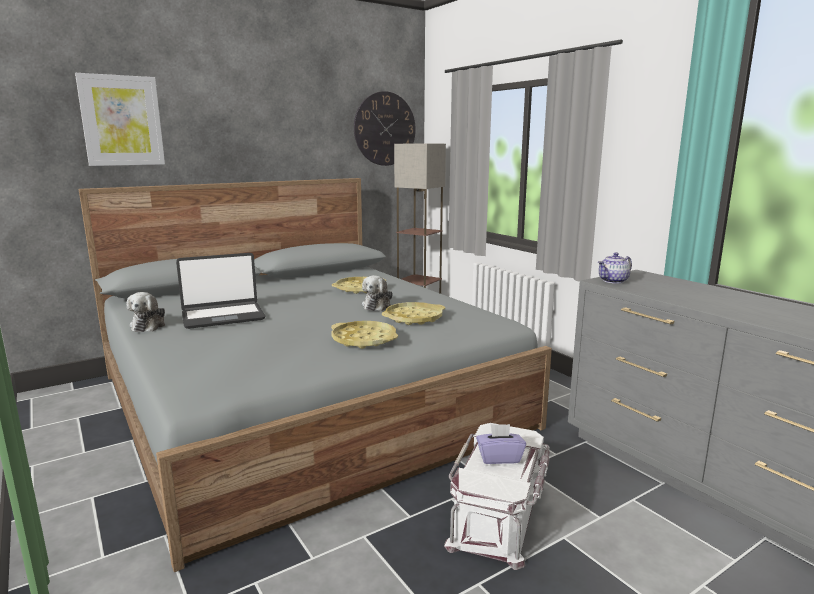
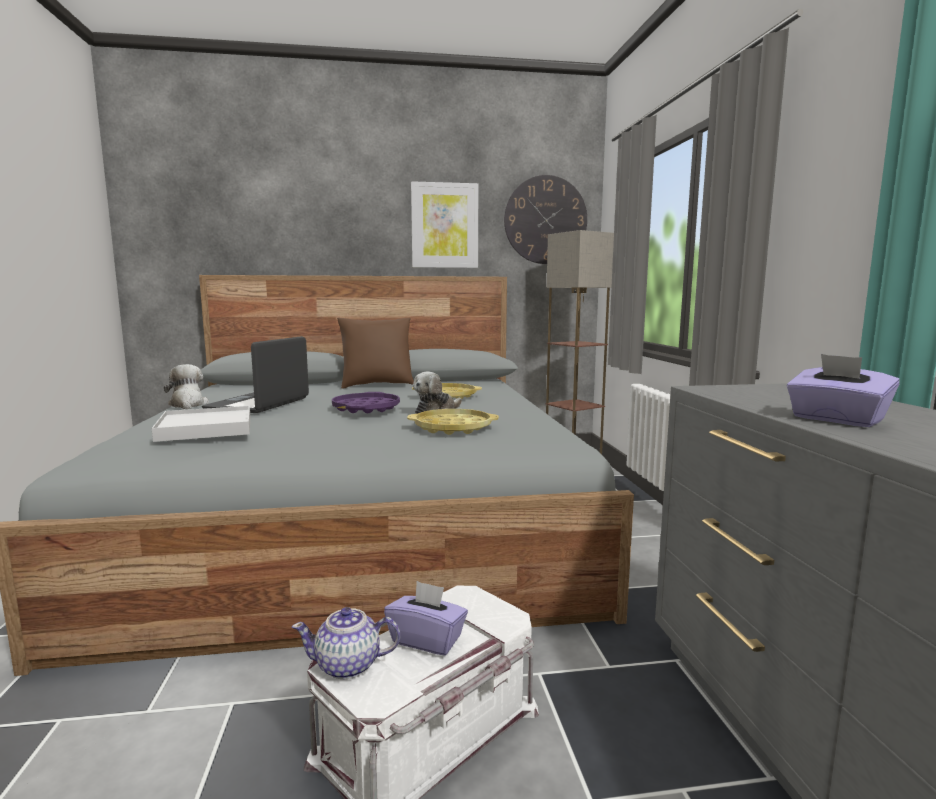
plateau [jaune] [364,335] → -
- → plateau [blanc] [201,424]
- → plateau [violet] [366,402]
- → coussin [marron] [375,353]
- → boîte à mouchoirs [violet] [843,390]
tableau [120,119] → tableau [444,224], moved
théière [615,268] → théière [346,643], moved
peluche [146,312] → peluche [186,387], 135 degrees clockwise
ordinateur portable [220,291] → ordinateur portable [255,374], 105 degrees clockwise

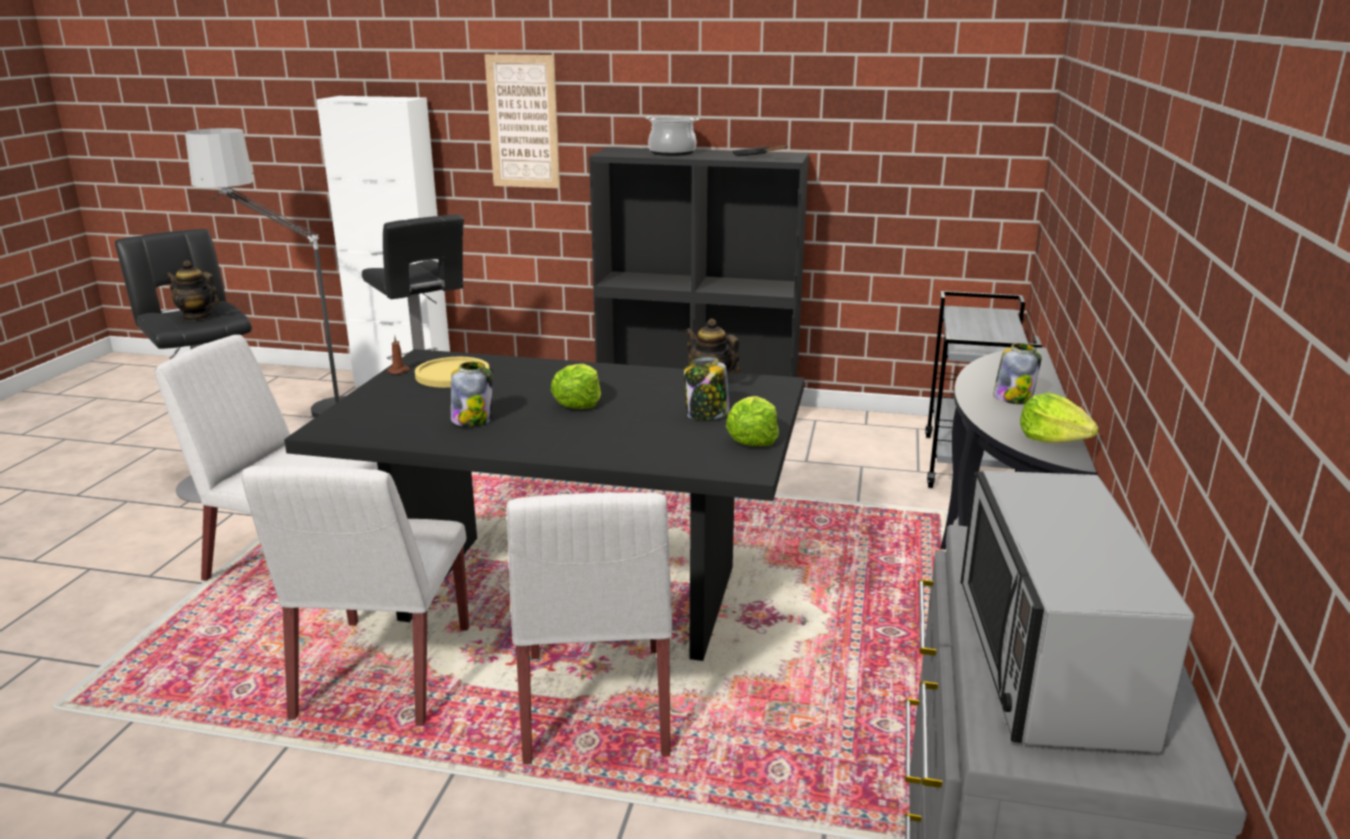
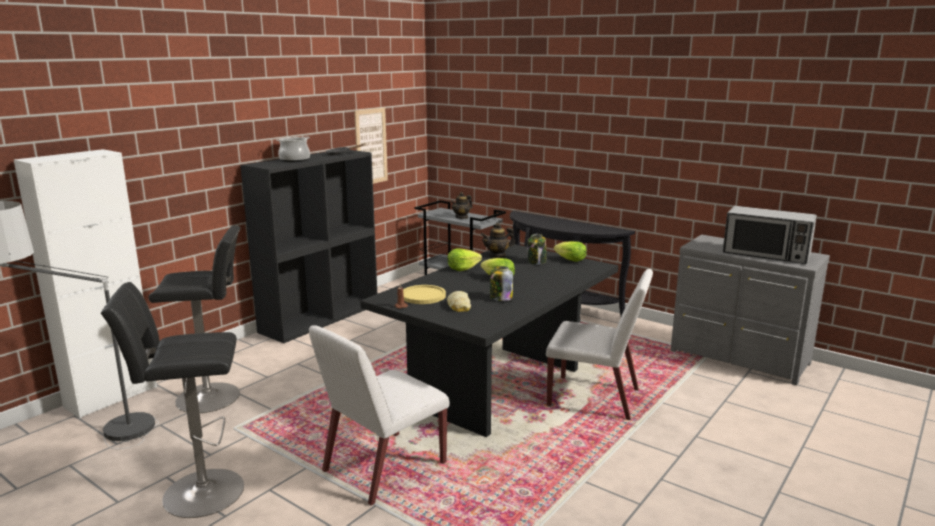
chaise [blanc] [355,595] → -
bocal [1017,373] → -
- → pain [459,301]
théière [192,290] → théière [462,205], moved
tableau [522,121] → tableau [371,146], moved
laitue [1059,417] → laitue [464,260], moved

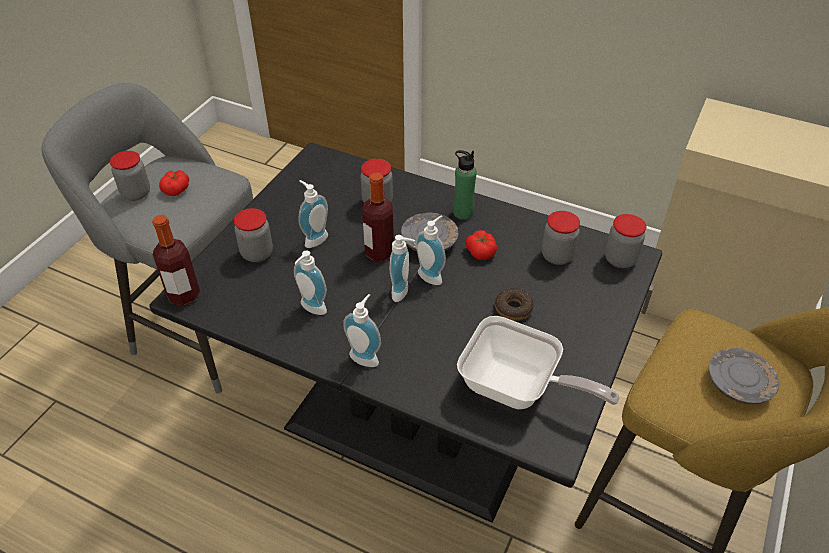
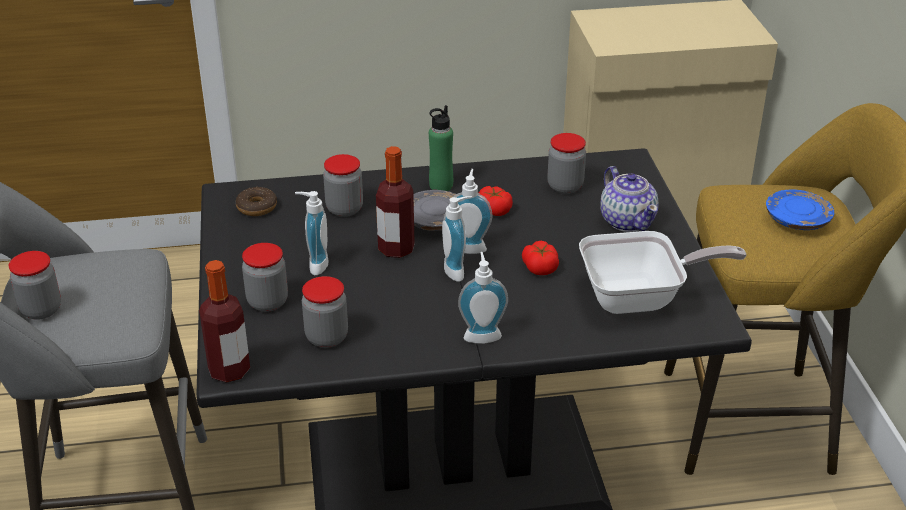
distributeur de savon [310,283] → -
- → théière [629,199]
tomate [174,183] → tomate [540,258], moved
beignet [514,304] → beignet [256,201], moved
bocal [625,241] → bocal [325,312], moved
assiette [gris] [744,376] → assiette [bleu] [800,210]

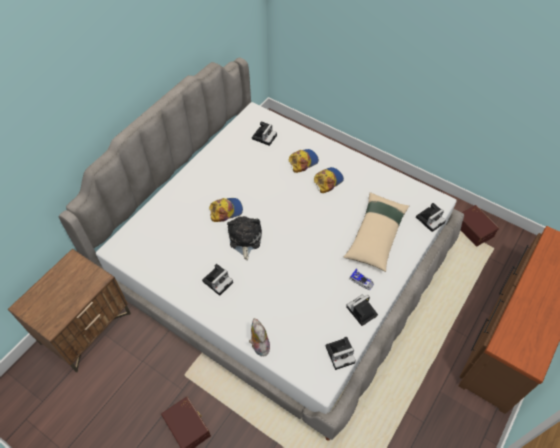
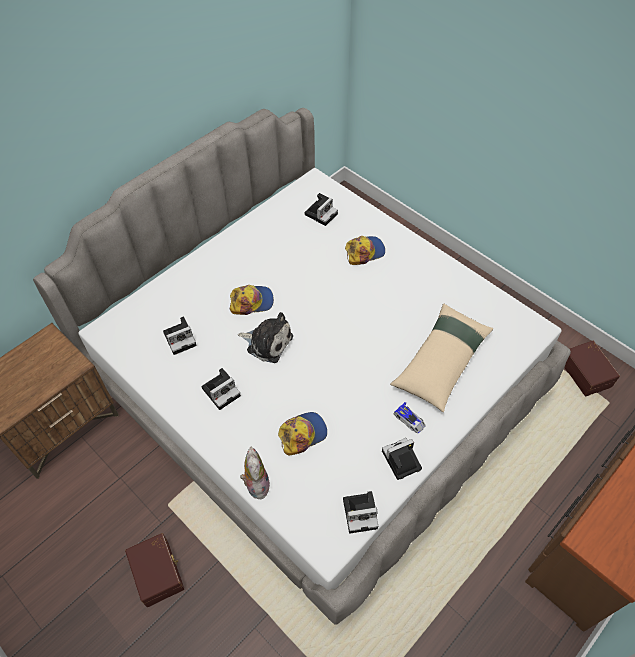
casquette [329,180] → casquette [302,433], moved
appareil photo [431,217] → appareil photo [180,335], moved
peluche [244,238] → peluche [265,337], 105 degrees clockwise

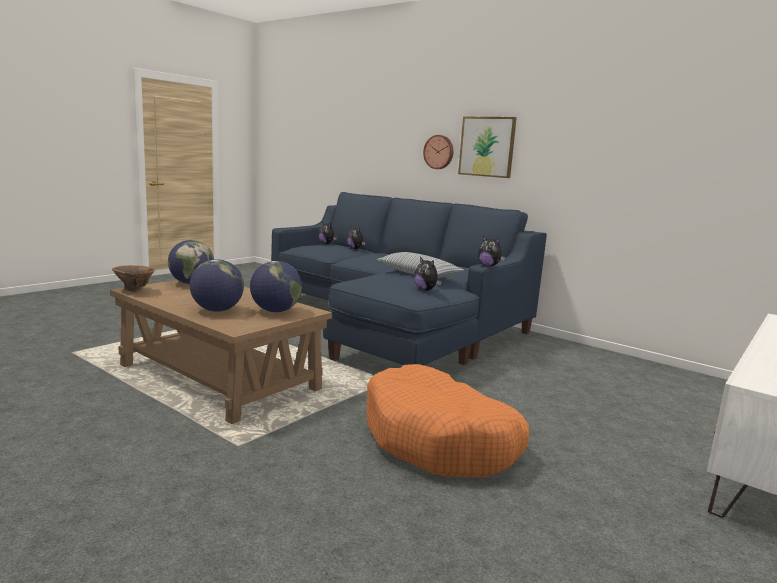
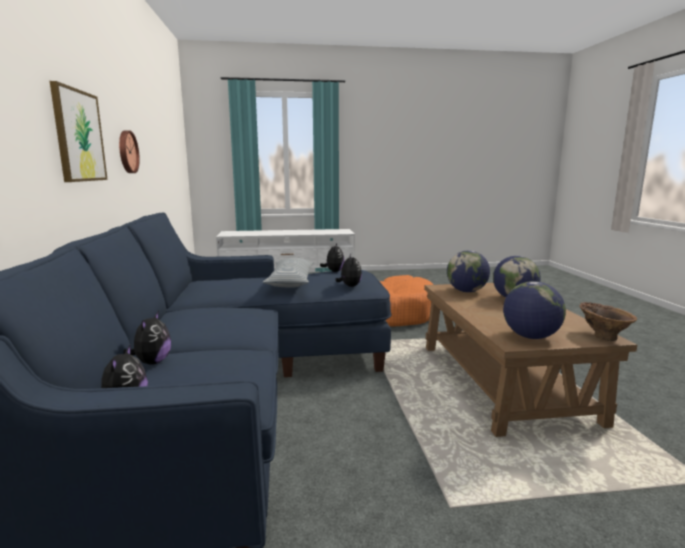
horloge murale [438,152] → horloge murale [129,151], moved
peluche [491,251] → peluche [348,270], moved

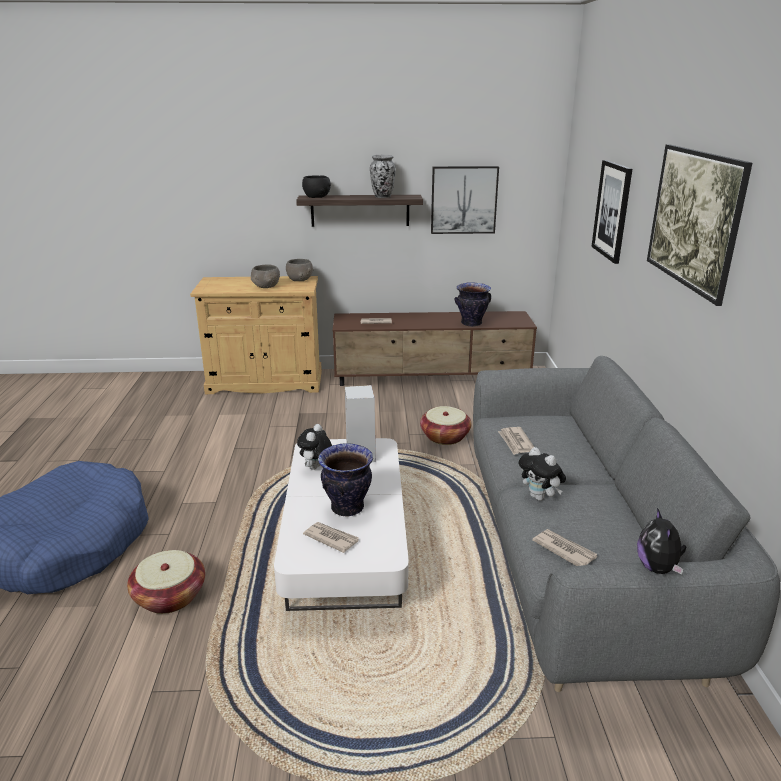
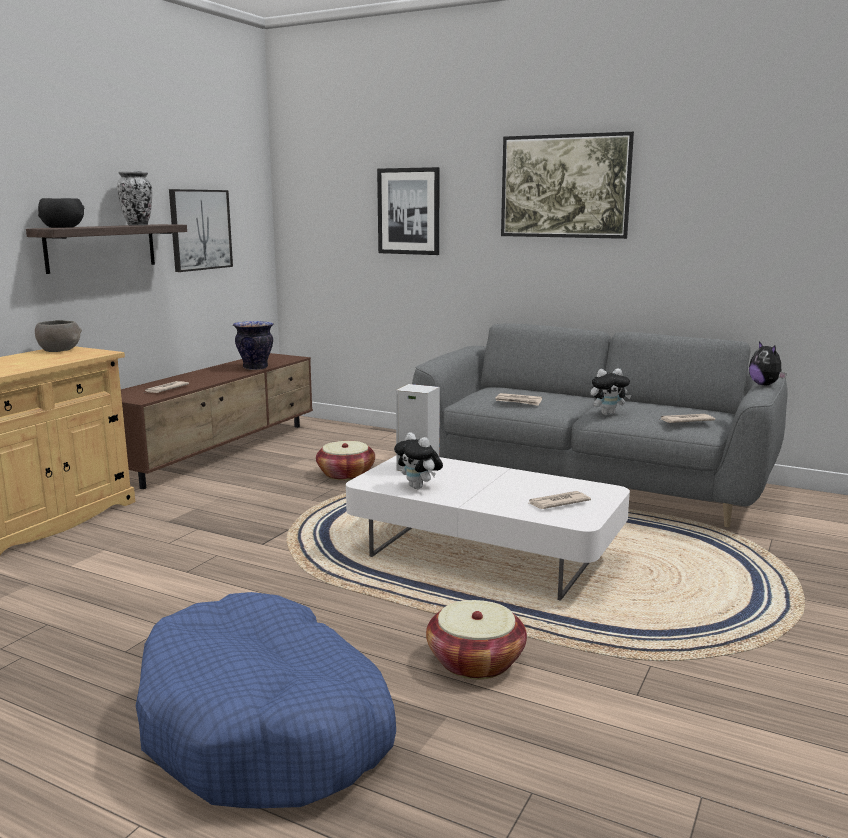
bol [gris] [265,276] → -
vase [345,479] → -
peluche [661,541] → peluche [768,363], 45 degrees clockwise

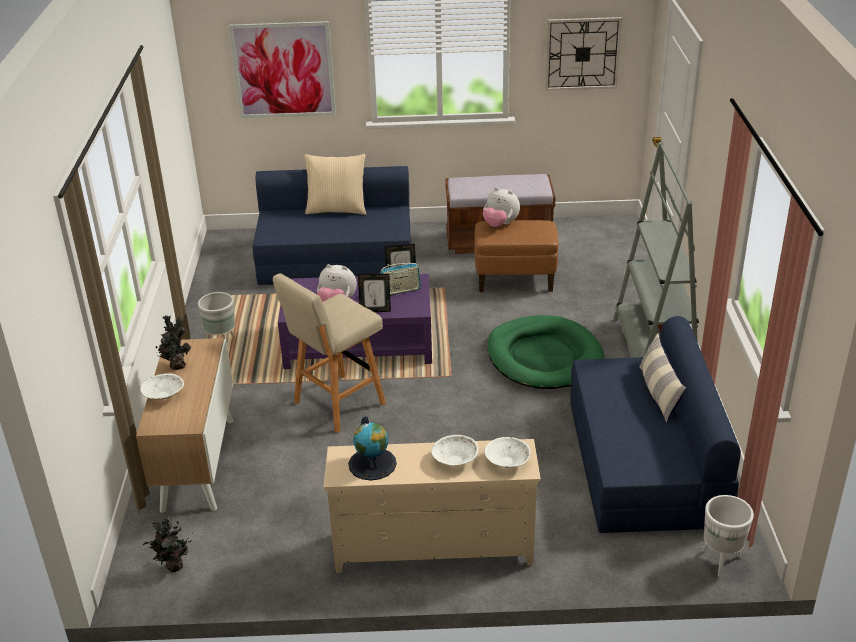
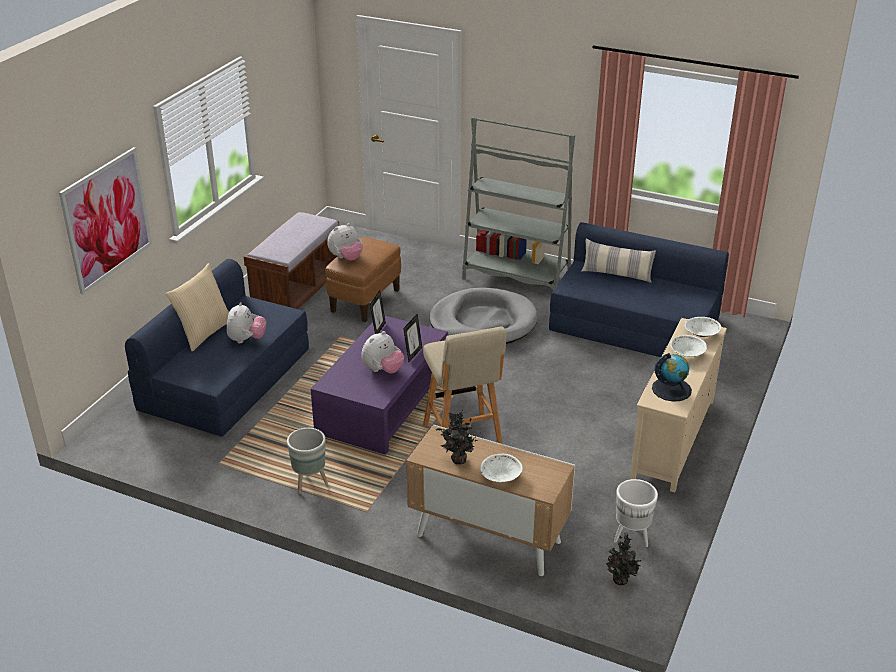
radio [401,279] → -
horloge murale [583,54] → -
- → peluche [246,322]
cache-pot [blanc] [728,536] → cache-pot [blanc] [636,513], moved
panier pour chien [vert] [545,352] → panier pour chien [gris] [483,315]

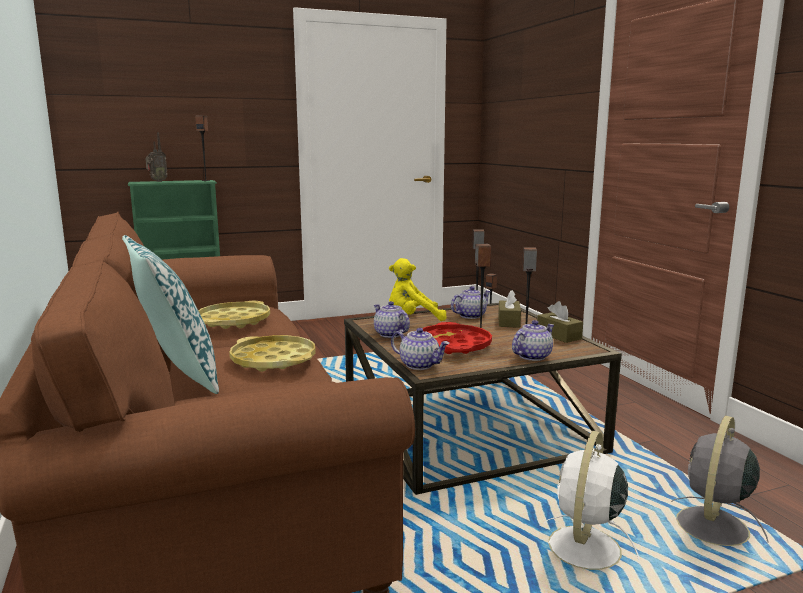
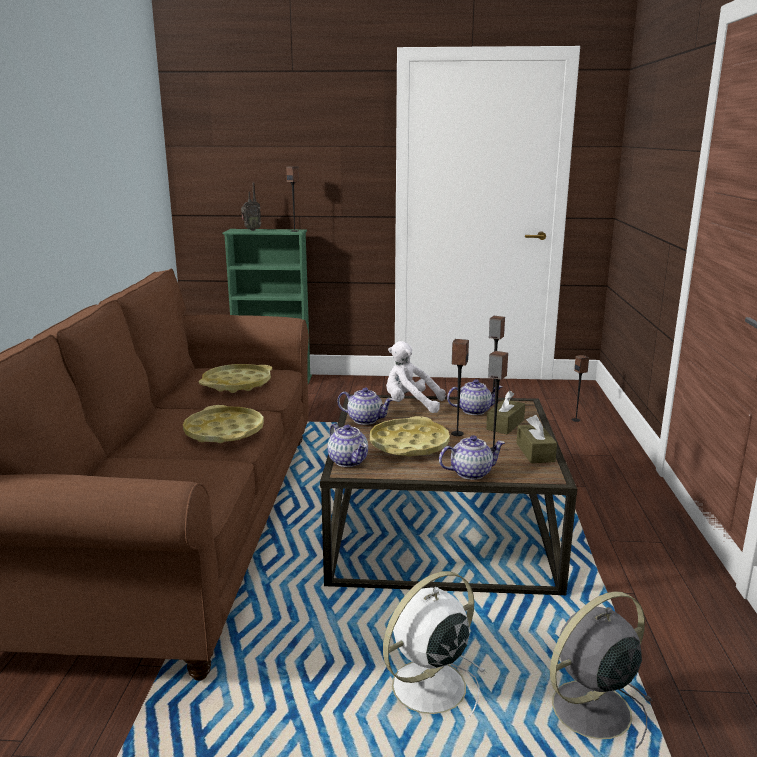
coussin [170,314] → -
peluche [jaune] [418,289] → peluche [blanc] [416,377]
plateau [rouge] [457,338] → plateau [jaune] [410,436]
théière [392,319] → théière [365,406], 120 degrees clockwise

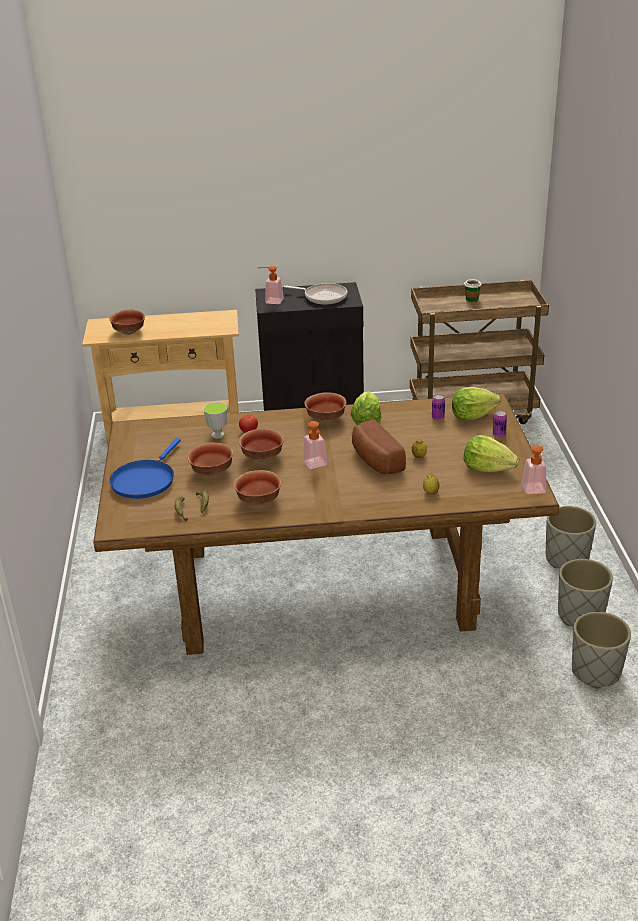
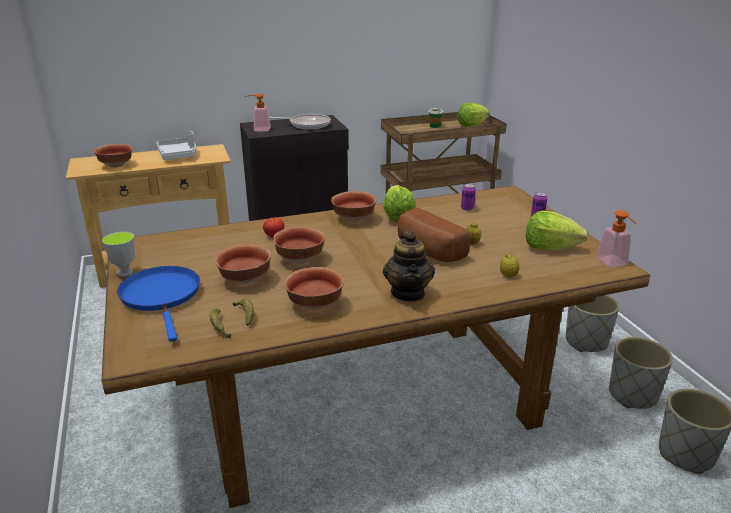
distributeur de savon [315,445] → -
- → plateau [gris] [176,145]
- → théière [409,266]
tasse [215,420] → tasse [118,254], moved
laitue [476,404] → laitue [473,115], moved
poêle [bleu] [145,468] → poêle [bleu] [158,304], 150 degrees clockwise

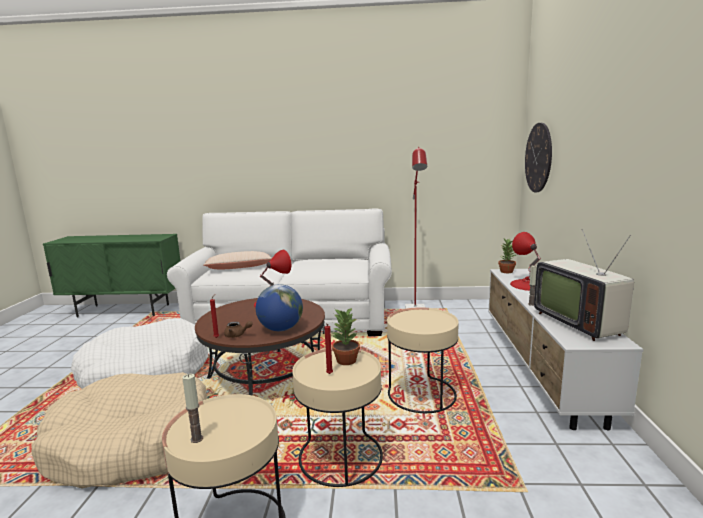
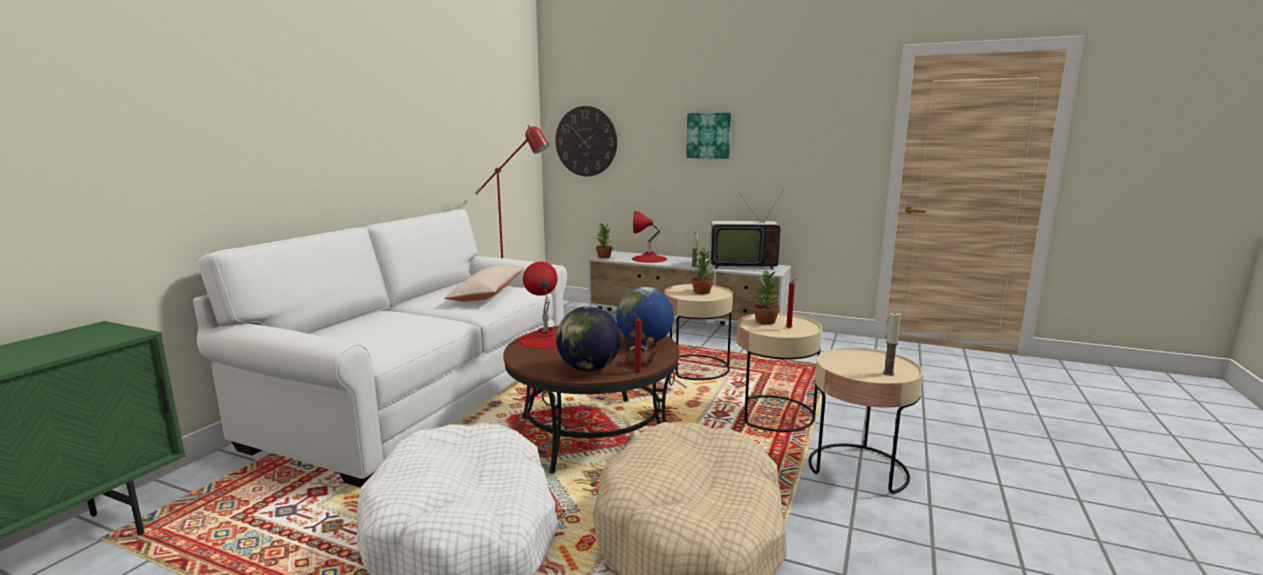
- → globe [588,338]
- → tableau [708,136]
- → plante en pot [702,270]
coussin [beige] [237,260] → coussin [beige] [483,283], moved

